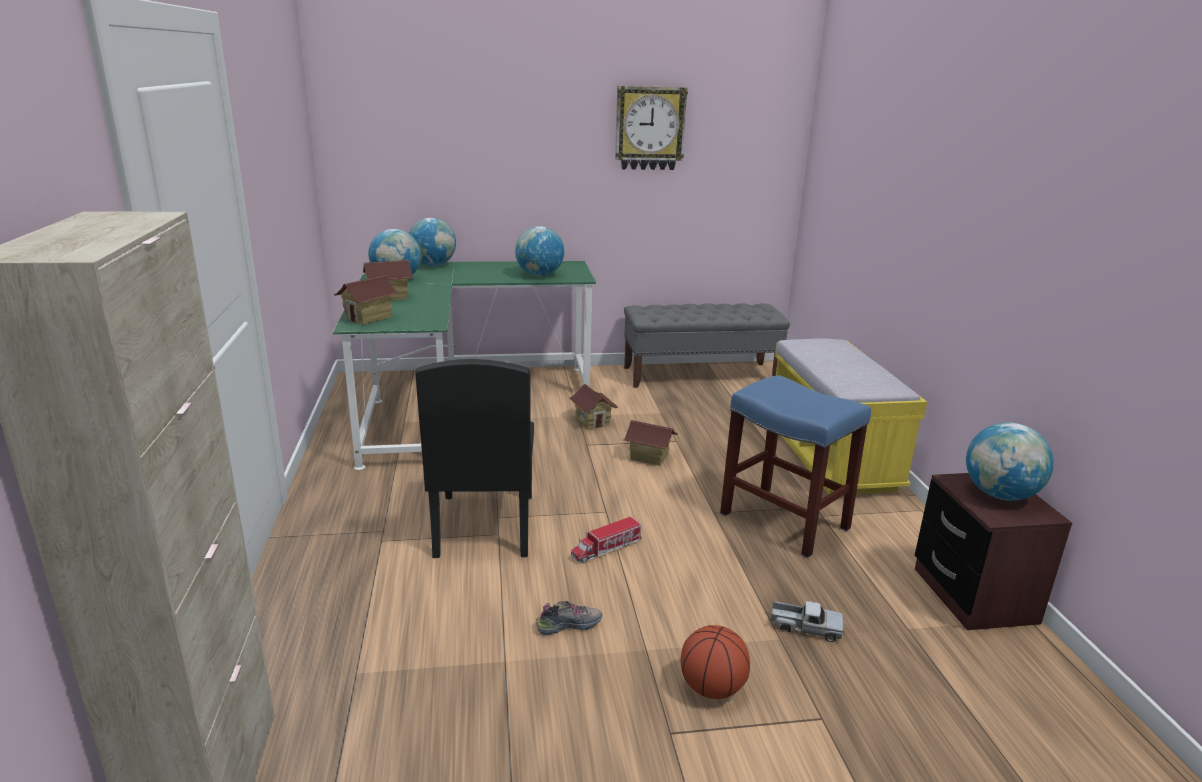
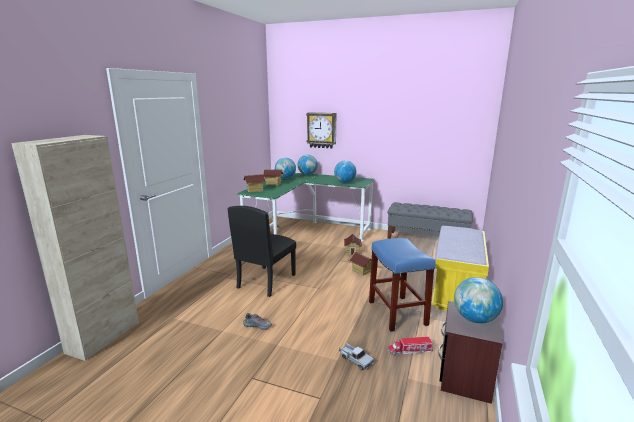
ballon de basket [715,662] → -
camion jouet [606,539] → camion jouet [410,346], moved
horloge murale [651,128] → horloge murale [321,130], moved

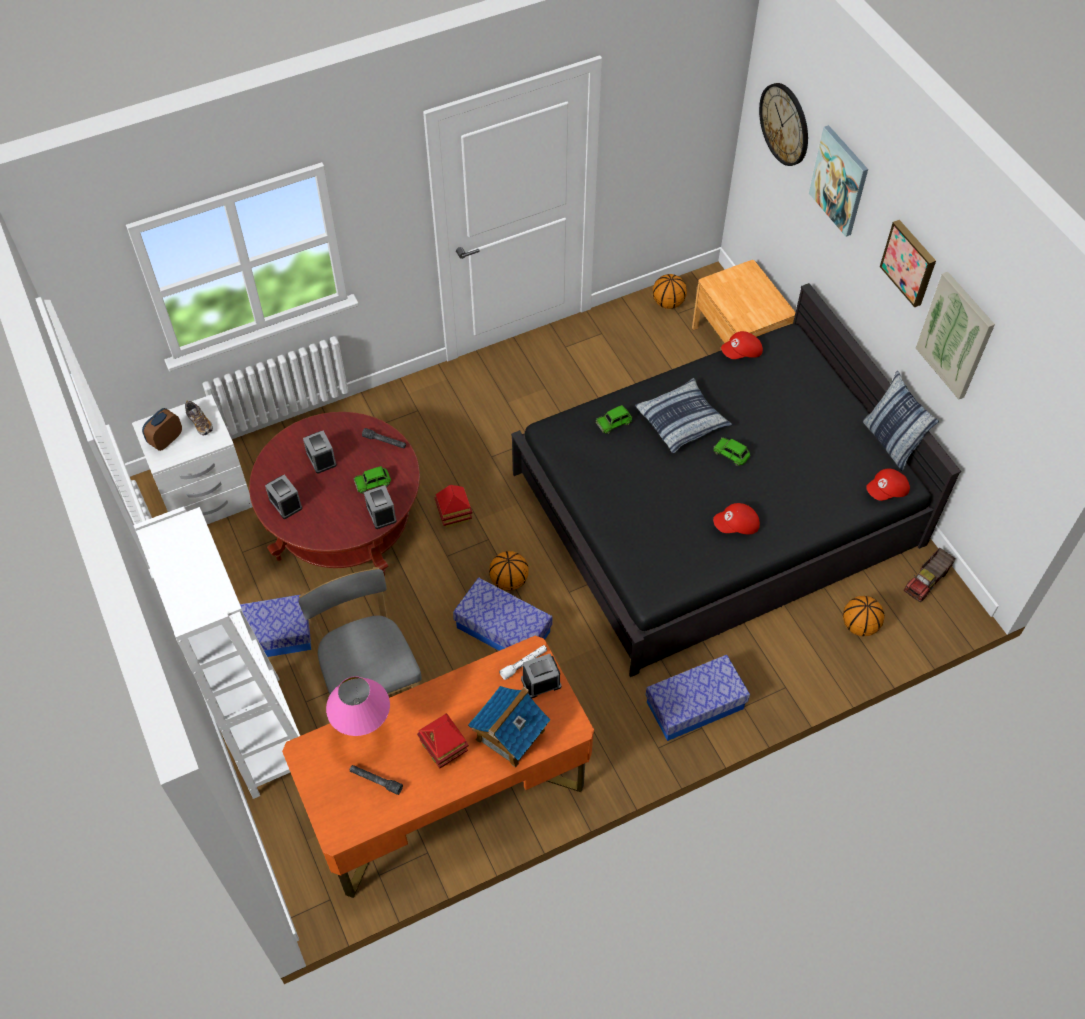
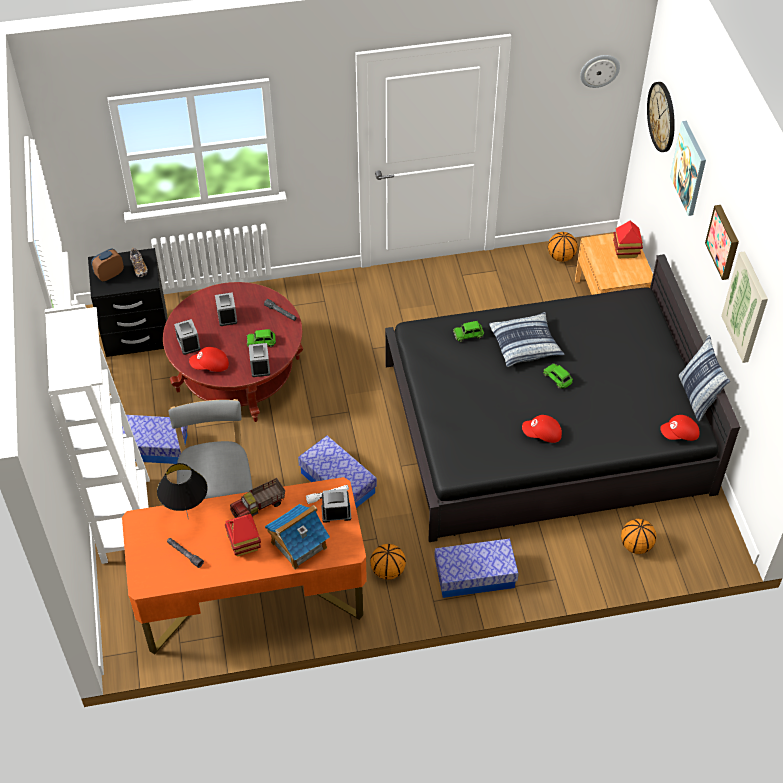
- → horloge murale [600,71]
maison miniature [454,506] → maison miniature [628,239], moved
ballon de basket [509,571] → ballon de basket [388,562], moved
casquette [rouge] [742,345] → casquette [rouge] [209,359], moved
camion jouet [930,575] → camion jouet [257,498], moved
table de chevet [blanc] [192,459] → table de chevet [noir] [128,302]
lampe de table [rose] [358,706] → lampe de table [noir] [182,491]

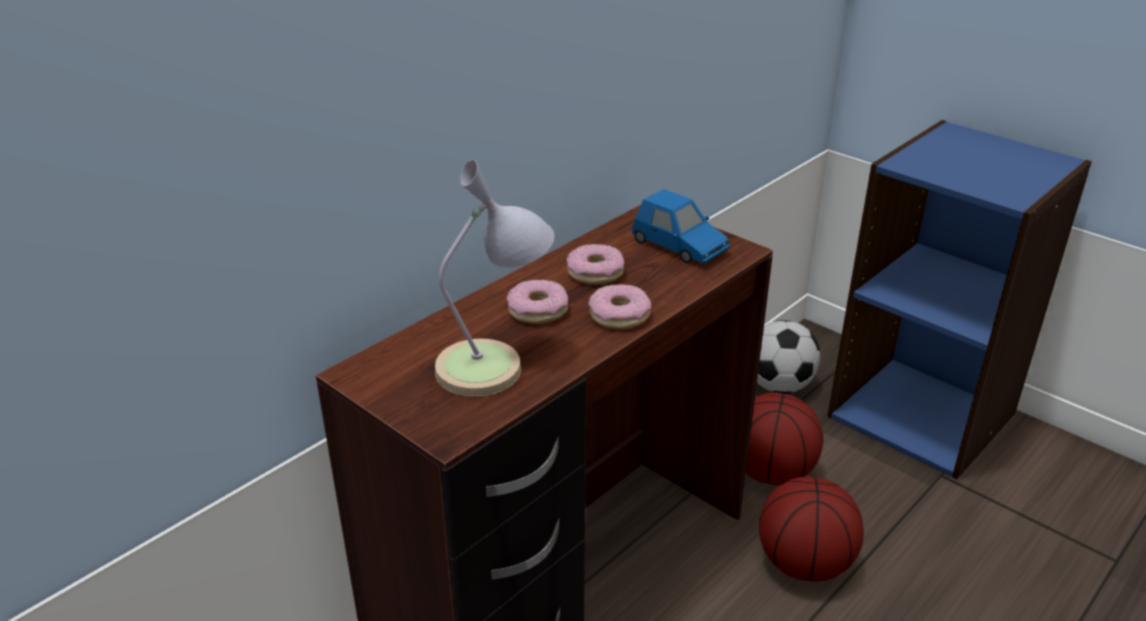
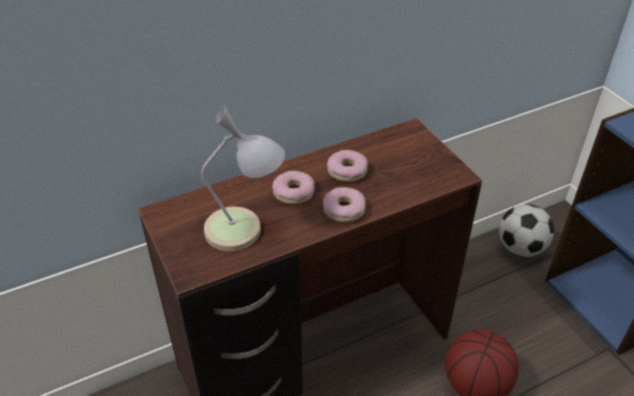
petite voiture [bleu] [681,226] → -
ballon de basket [784,439] → -

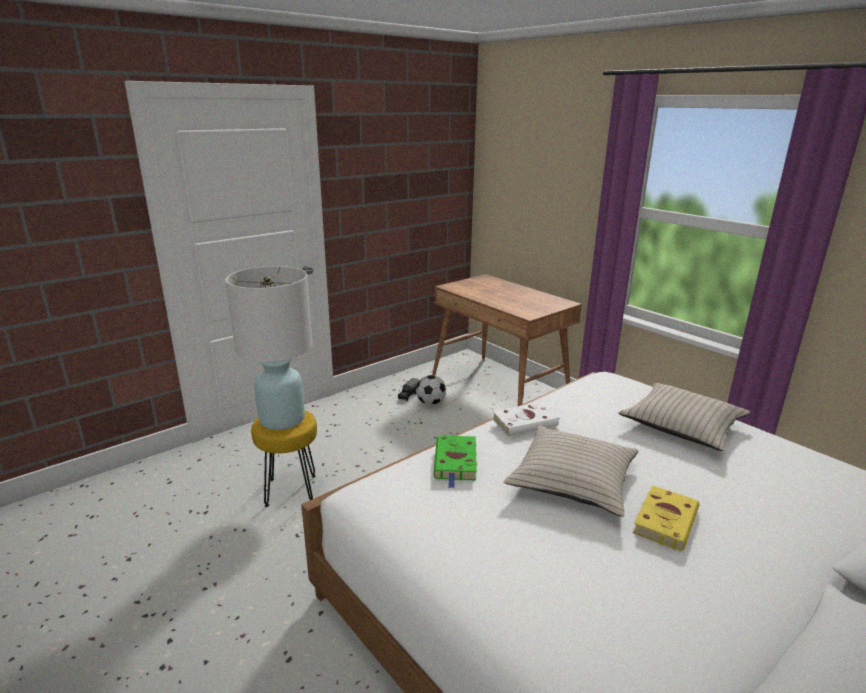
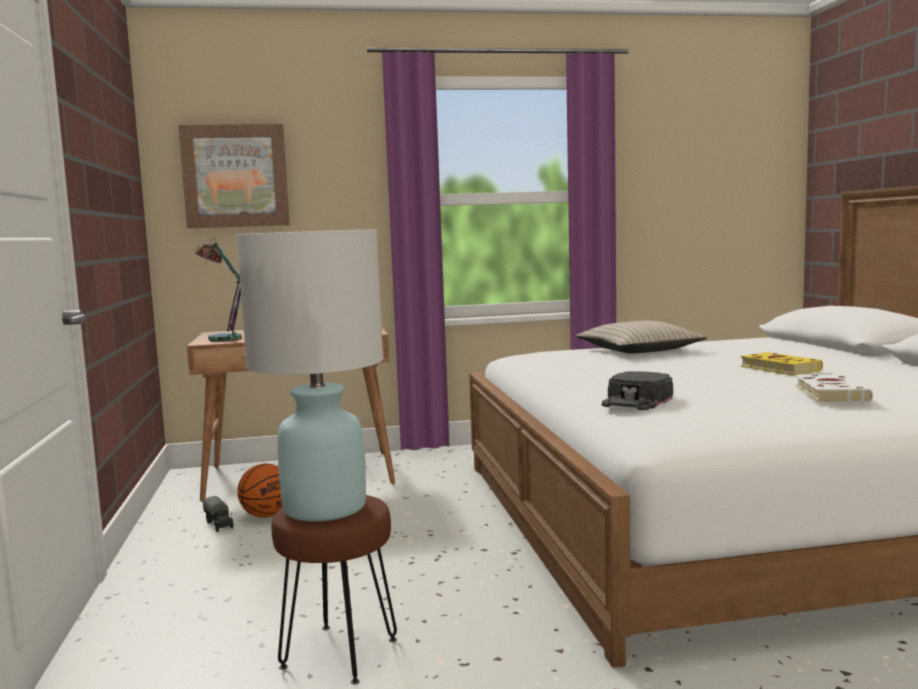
coussin [beige] [571,471] → -
- → tableau [234,176]
- → lampe de table [218,289]
livre [blanc] [526,419] → livre [blanc] [834,388], moved
ballon de foot [431,390] → ballon de basket [259,491]
livre [vert] [455,461] → casquette [noir] [637,390]
tabouret [jaune] [284,458] → tabouret [marron] [334,589]

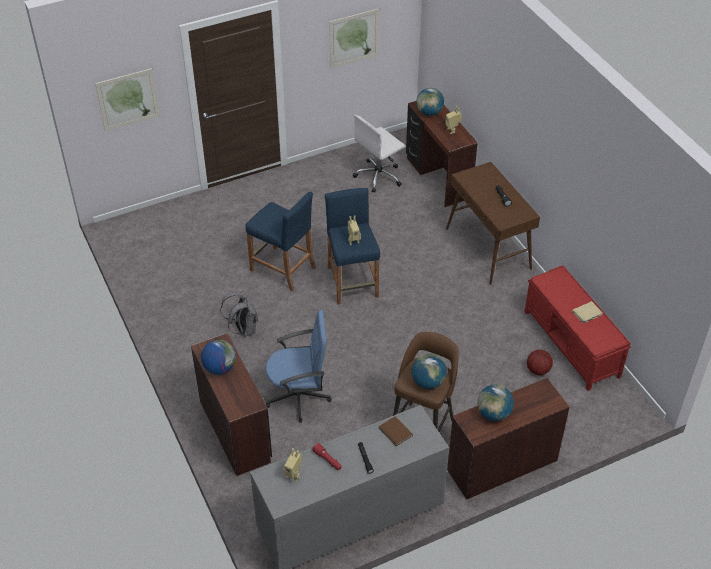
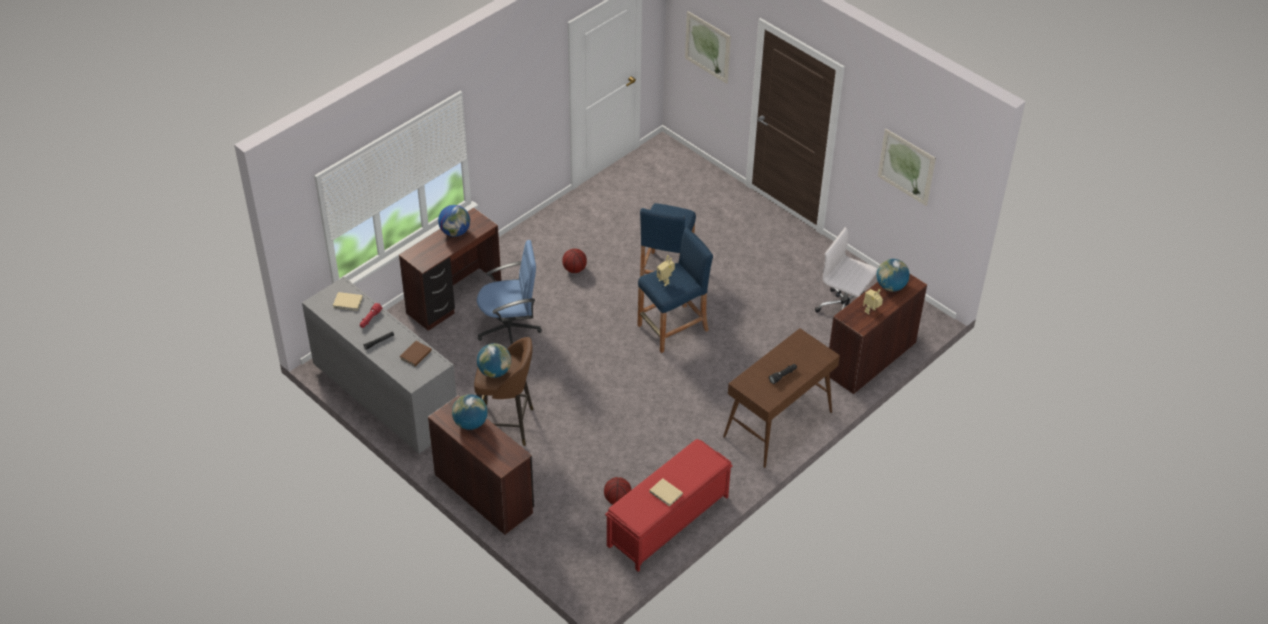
sac à dos [gris] [239,313] → ballon de basket [574,261]
robot jouet [292,465] → livre [beige] [348,301]
chaise de bureau [bleu] [298,366] → chaise de bureau [bleu] [509,292], 75 degrees counterclockwise

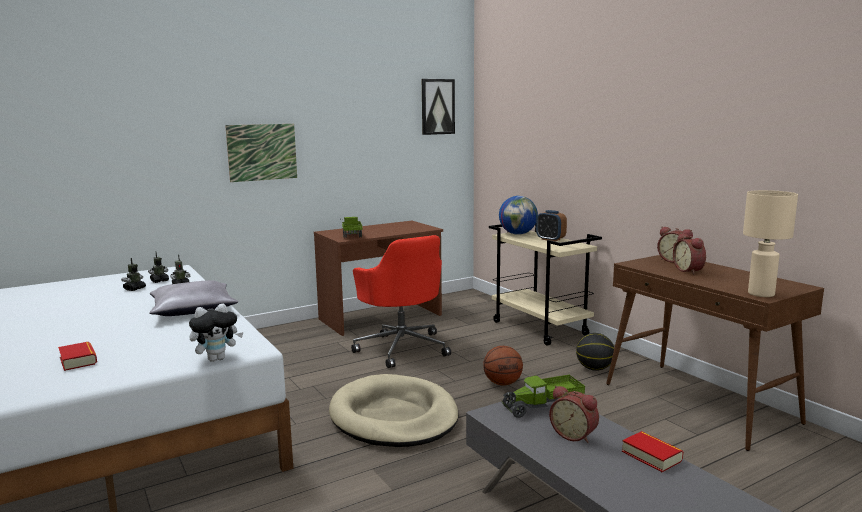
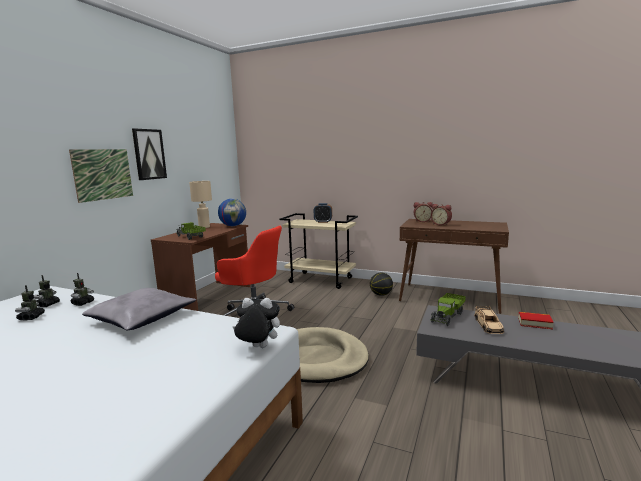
livre [77,356] → -
ballon de basket [503,365] → -
tableau [438,107] → tableau [149,154], moved
globe [518,215] → globe [232,212], moved
lampe de table [beige] [770,243] → lampe de table [beige] [200,204], moved
réveil [574,414] → petite voiture [beige] [489,319]
peluche [216,333] → peluche [256,323], 105 degrees counterclockwise

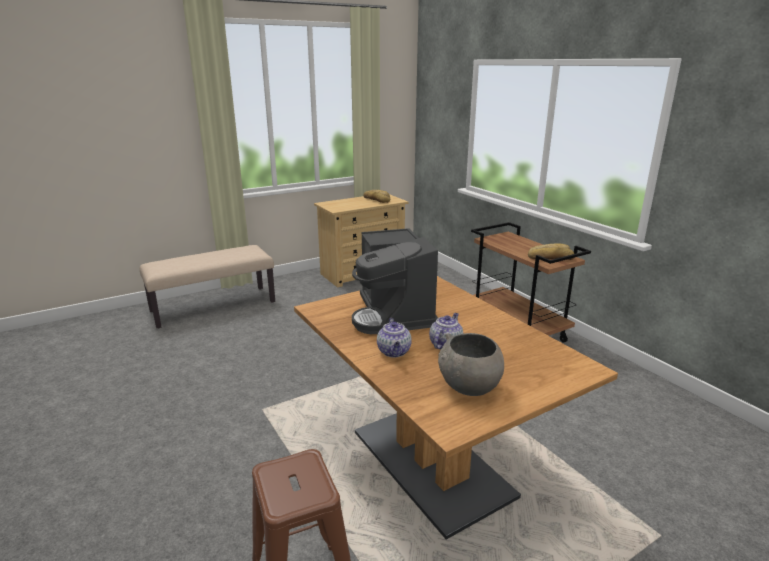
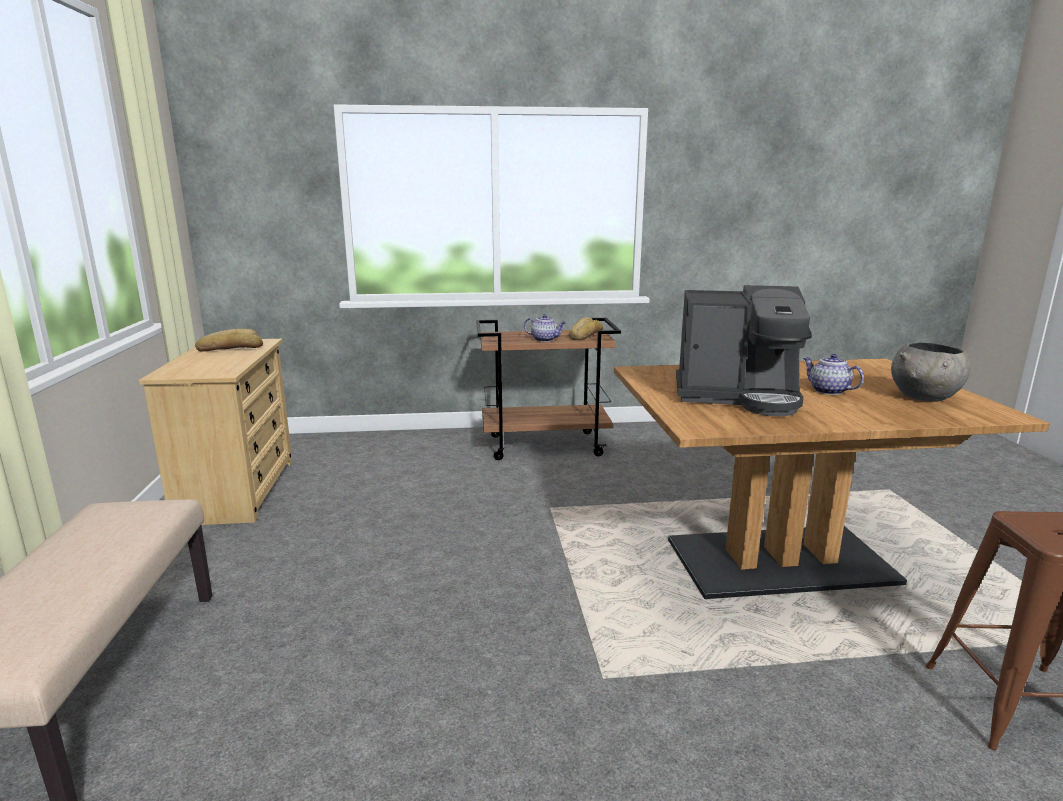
théière [394,337] → théière [545,328], moved

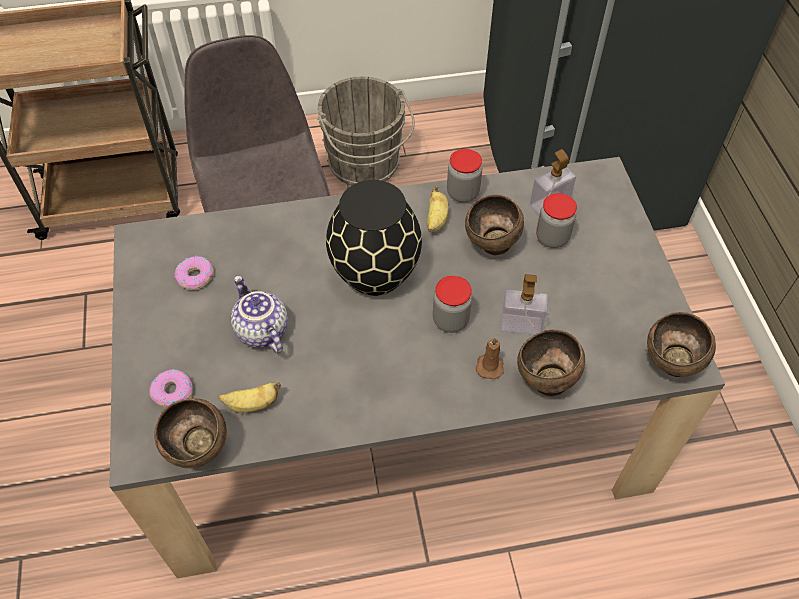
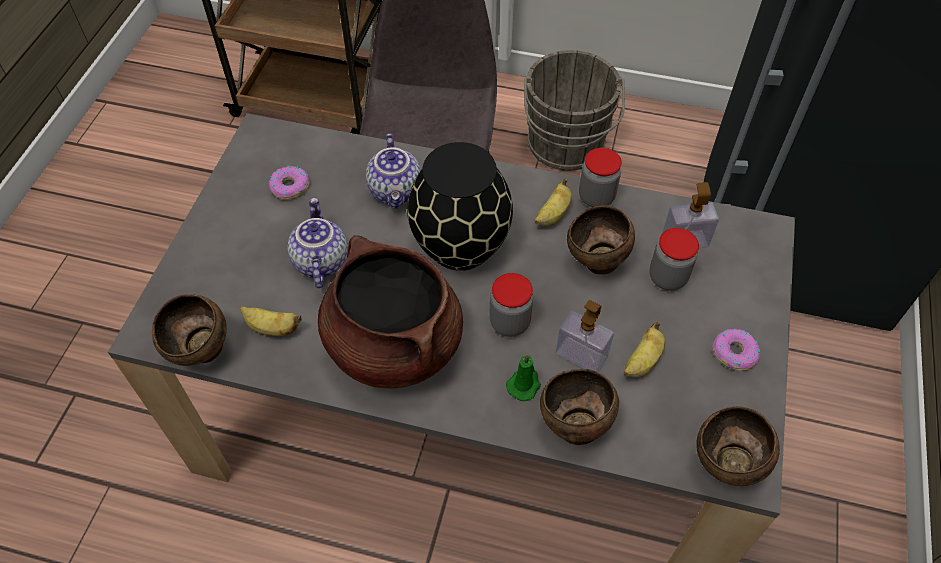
- → marmite [marron] [390,312]
- → théière [393,171]
- → banane [644,349]
beignet [171,388] → beignet [736,350], moved
bougie [marron] [490,358] → bougie [vert] [523,377]

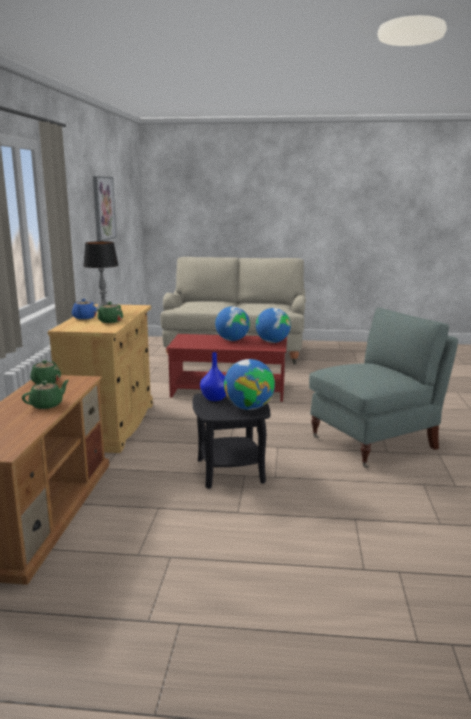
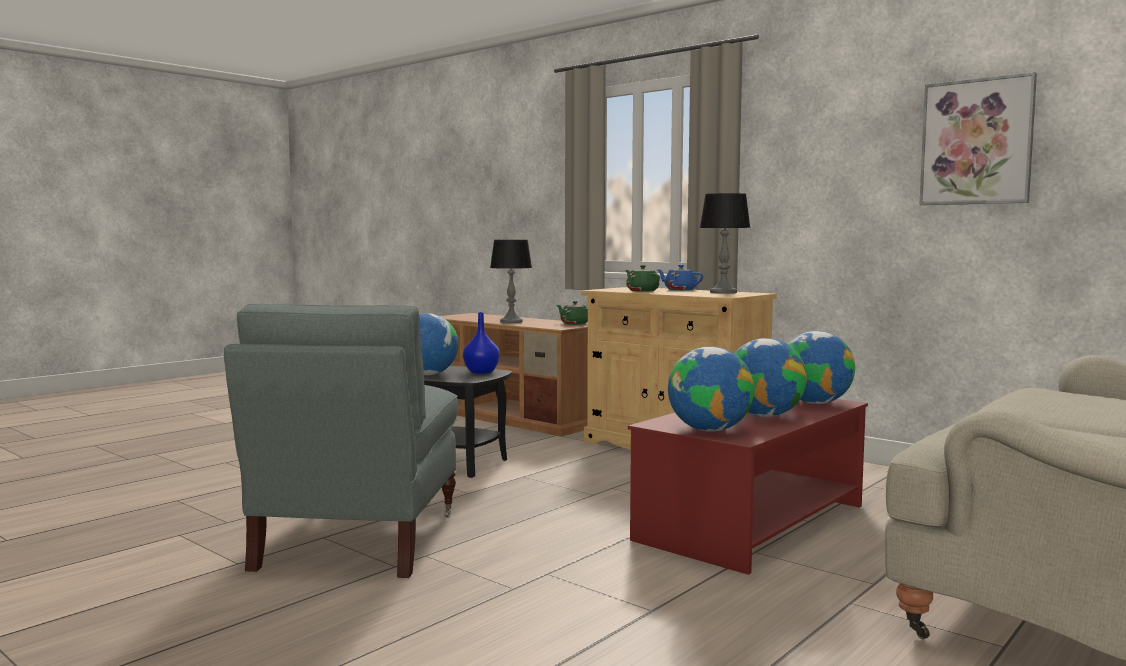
- → globe [821,367]
théière [vert] [45,394] → lampe de table [511,281]

